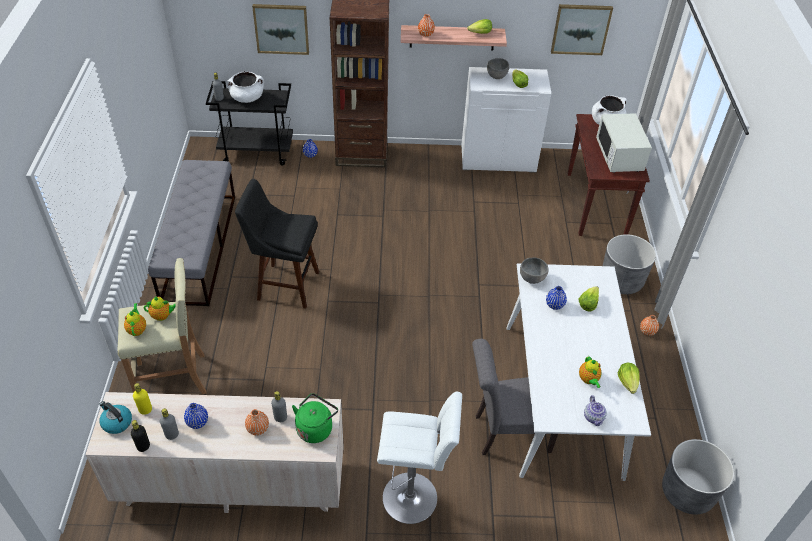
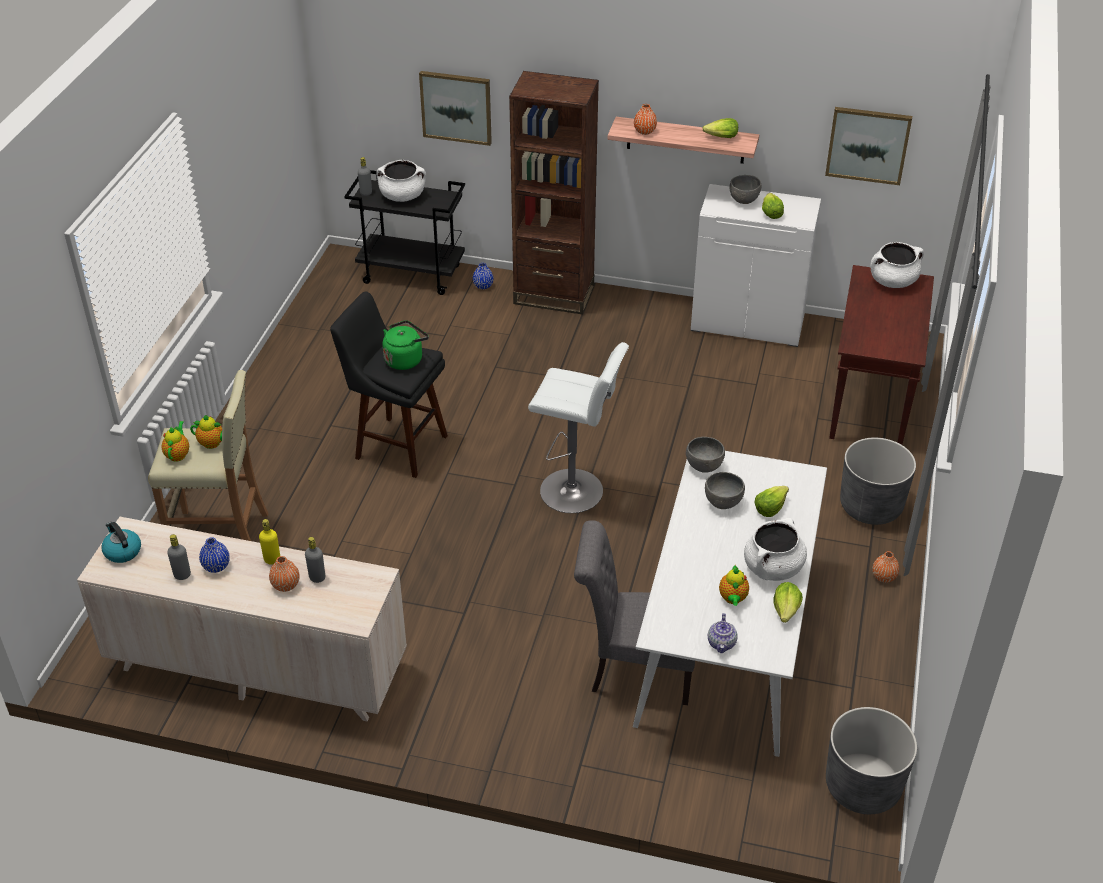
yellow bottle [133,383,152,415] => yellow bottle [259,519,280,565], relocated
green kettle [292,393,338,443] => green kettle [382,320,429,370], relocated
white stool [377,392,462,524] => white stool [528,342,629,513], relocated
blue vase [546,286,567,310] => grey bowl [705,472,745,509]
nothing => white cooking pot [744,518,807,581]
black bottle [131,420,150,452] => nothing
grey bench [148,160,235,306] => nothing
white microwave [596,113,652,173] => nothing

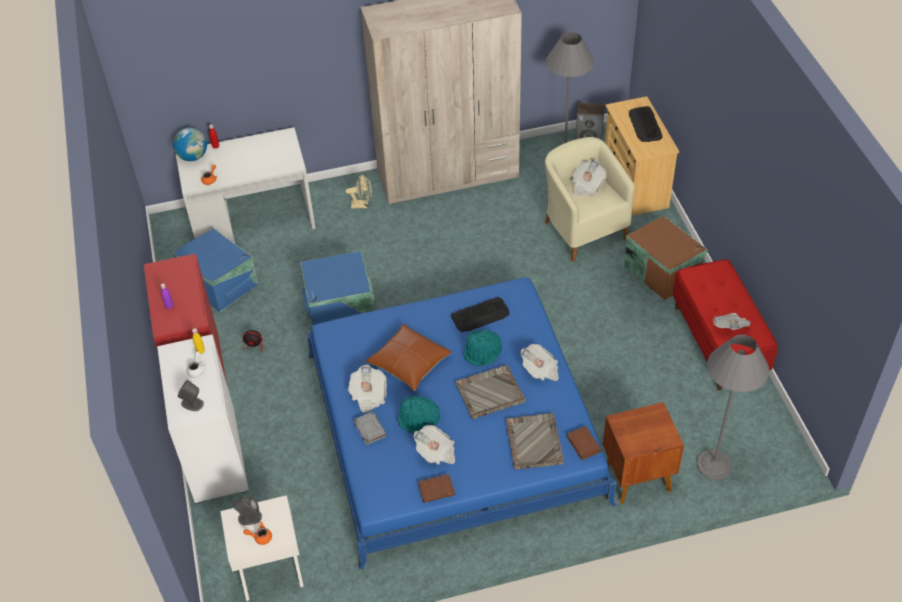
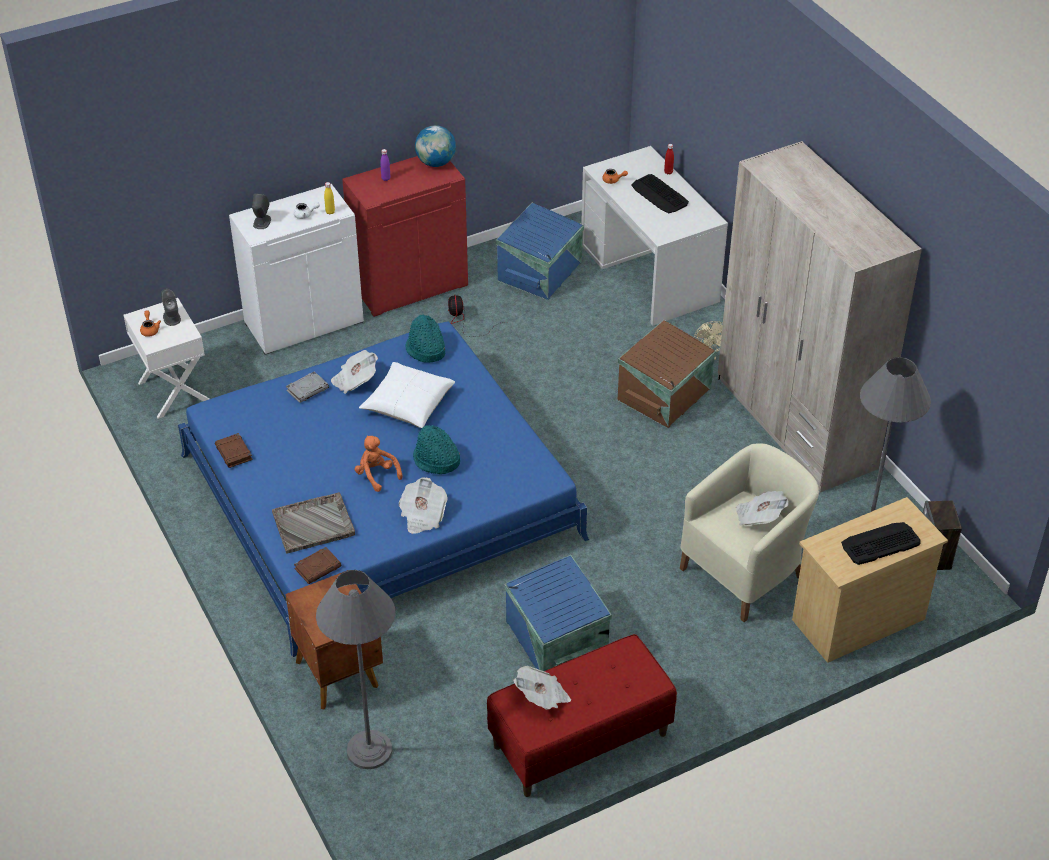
grey tray [455,365,526,419] => orange plush toy [355,435,402,492]
brown pillow [366,324,452,391] => white pillow [359,362,455,428]
turquoise hat [398,395,440,433] => turquoise hat [405,315,445,363], relocated
globe [173,127,207,161] => globe [415,125,456,167], relocated
blue storage box [300,251,375,325] => blue storage box [504,555,612,671], relocated
brown storage box [624,216,708,301] => brown storage box [617,320,716,428], relocated
keyboard [451,297,509,332] => keyboard [631,174,689,213], relocated
newspaper [414,425,455,465] => nothing

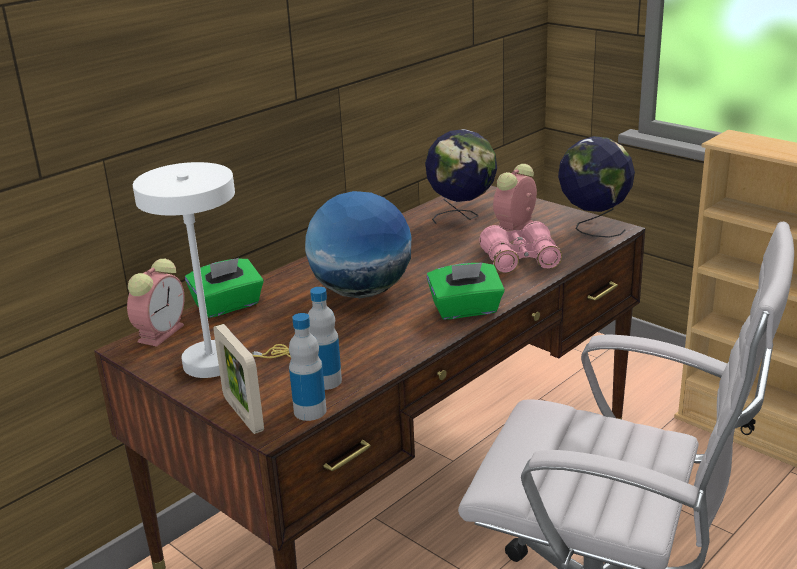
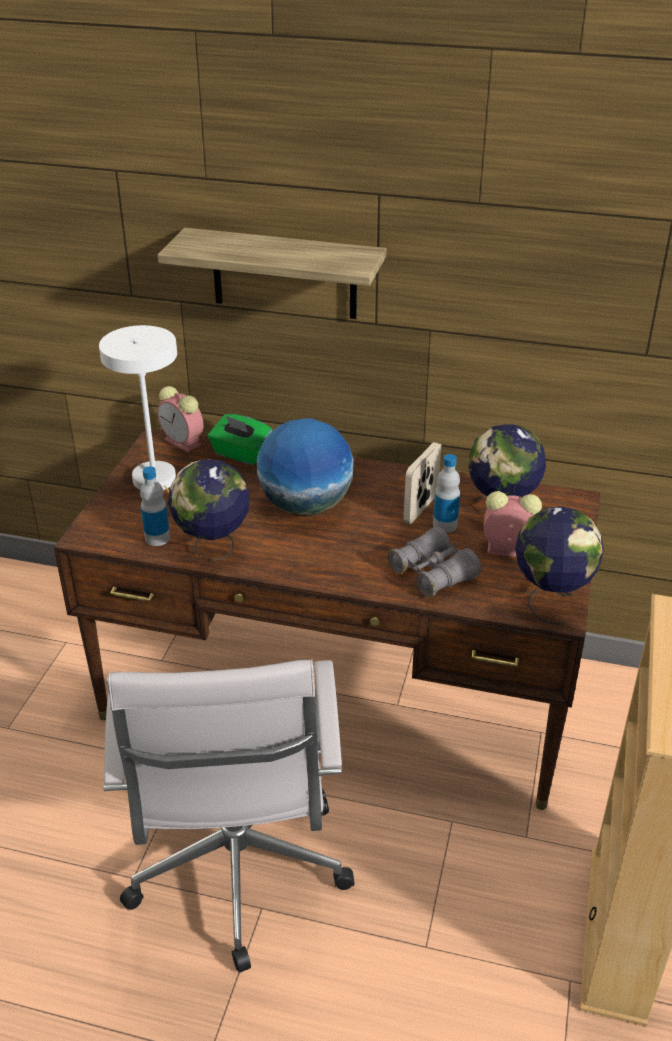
nothing => shelf [157,228,387,319]
alarm clock [127,259,185,347] => alarm clock [157,386,203,453], 45 degrees clockwise
nothing => globe [168,459,250,561]
pink binoculars [480,221,562,273] => grey binoculars [388,527,481,597]
picture frame [214,324,264,434] => picture frame [404,442,441,524], relocated
bottle [289,313,326,421] => bottle [433,454,460,533], relocated
green tissue box [427,263,505,320] => nothing

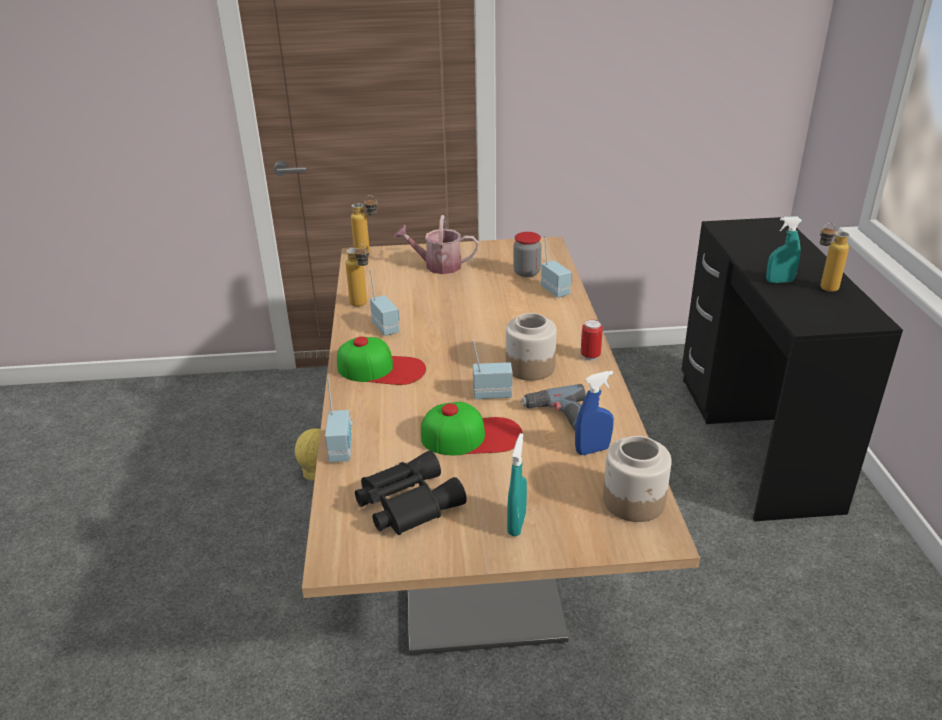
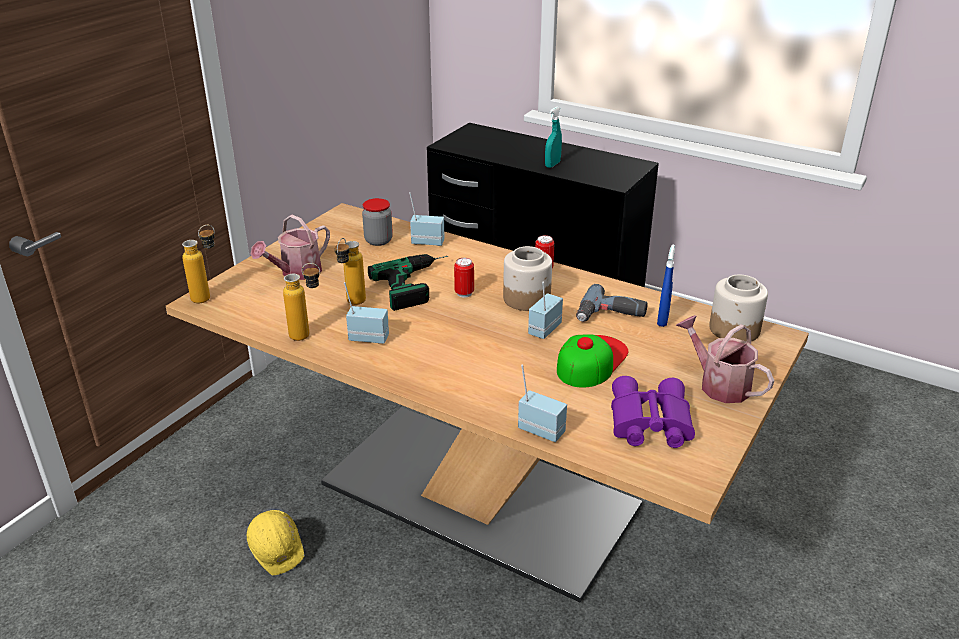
bottle [820,223,850,292] => bottle [334,238,366,305], relocated
nothing => power drill [368,254,448,311]
nothing => can [454,258,474,298]
black binoculars [355,451,467,535] => purple binoculars [611,376,695,448]
turquoise spray bottle [507,433,527,536] => watering can [676,315,774,403]
cap [337,336,426,385] => nothing

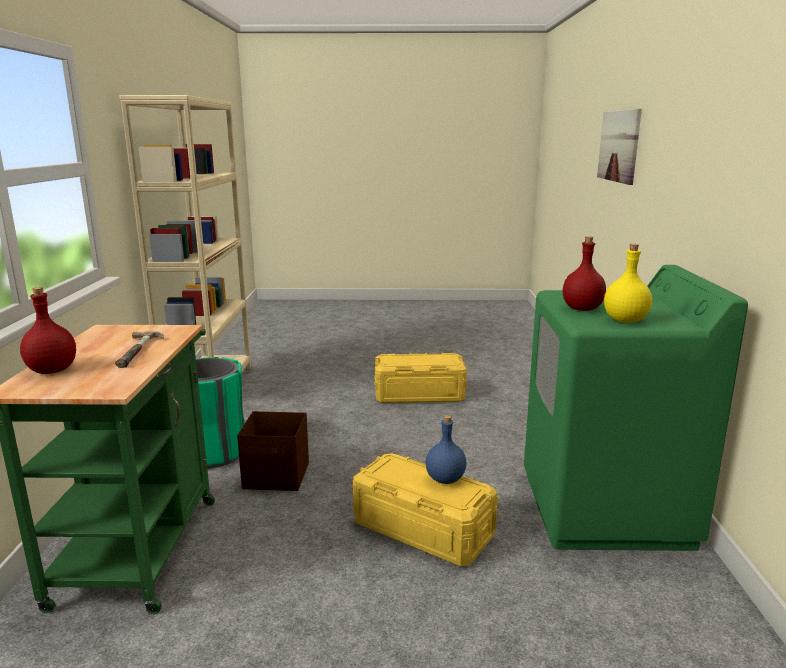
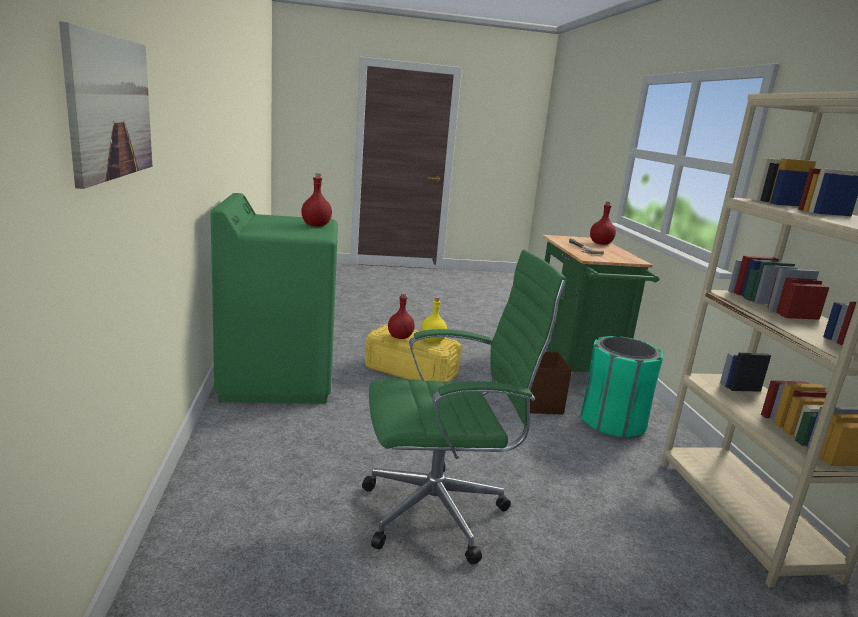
yellow storage box [374,353,467,403] => green office chair [362,250,567,565]
blue bottle [426,415,467,484] => red bottle [388,293,415,339]
yellow bottle [604,244,652,323] => yellow bottle [421,297,447,343], relocated

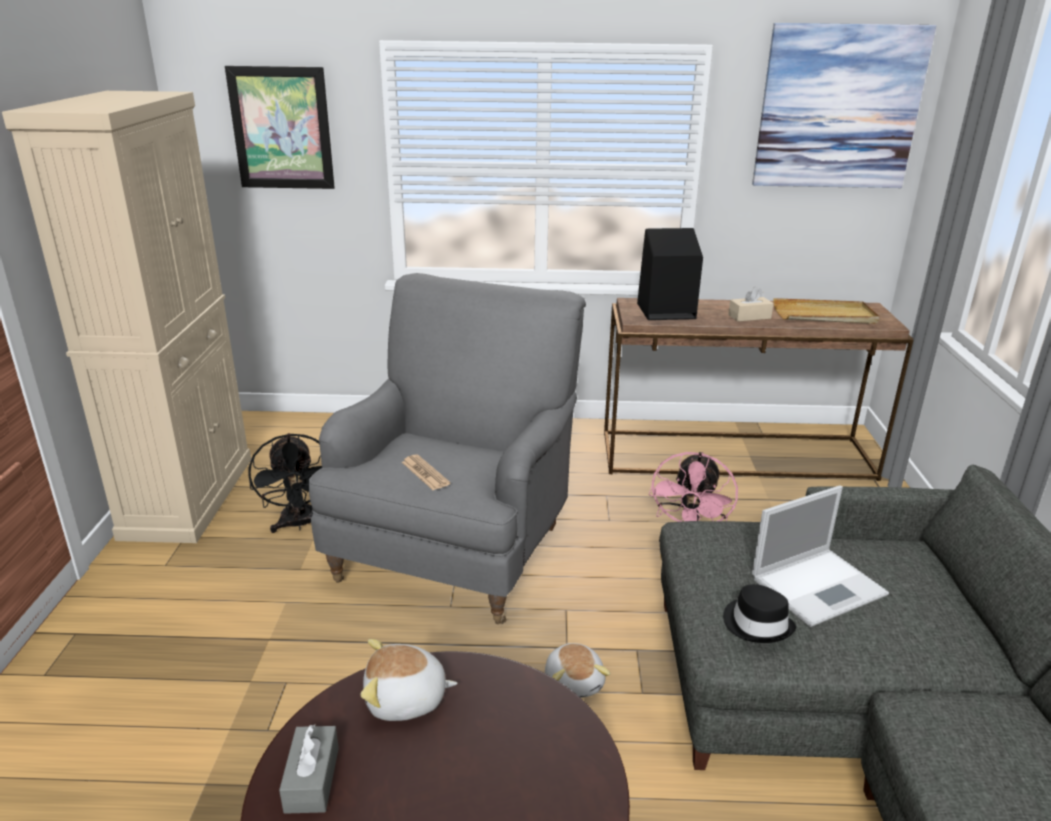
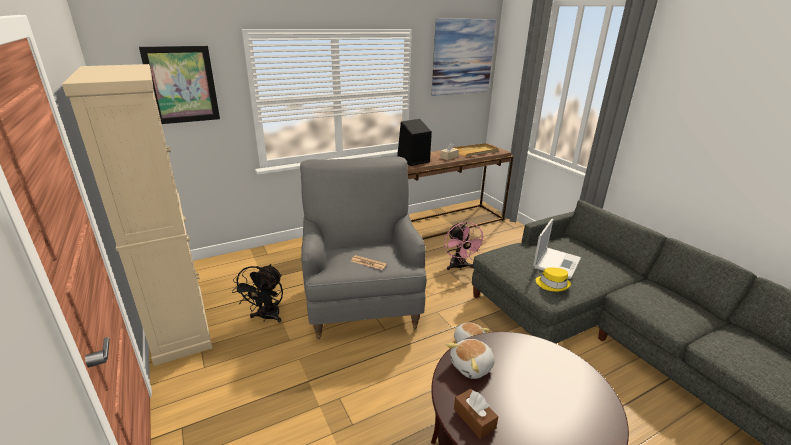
black fan [248,433,322,533] => black fan [232,264,283,323], 60 degrees clockwise
grey tissue box [279,724,339,814] => brown tissue box [454,389,498,439]
black hat [723,584,796,643] => yellow hat [536,267,571,292]

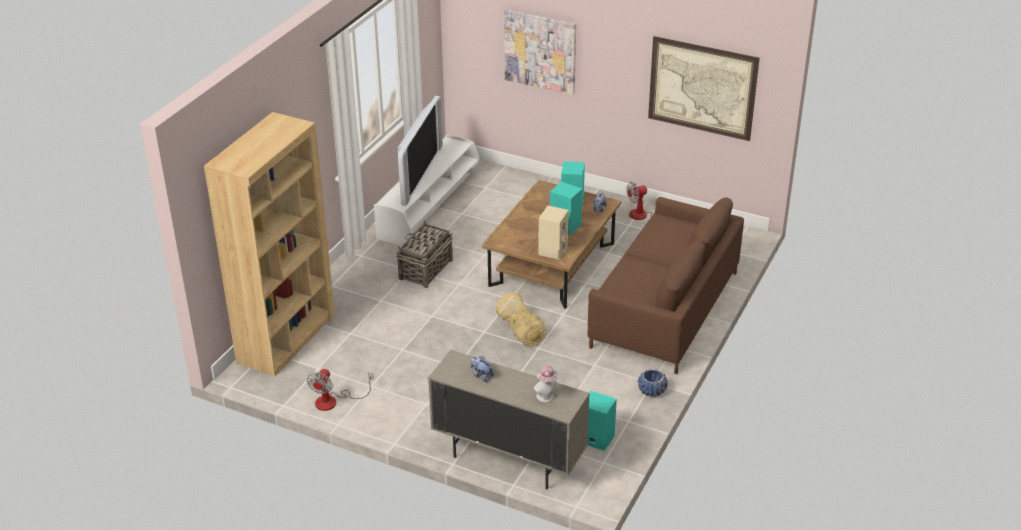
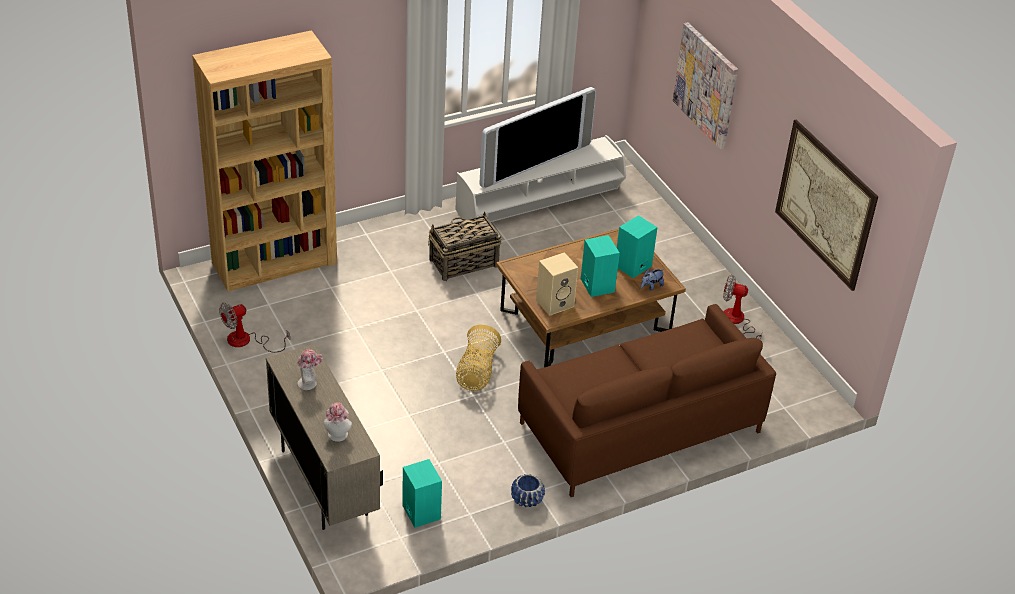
plush toy [470,356,494,382] => hat [297,349,323,390]

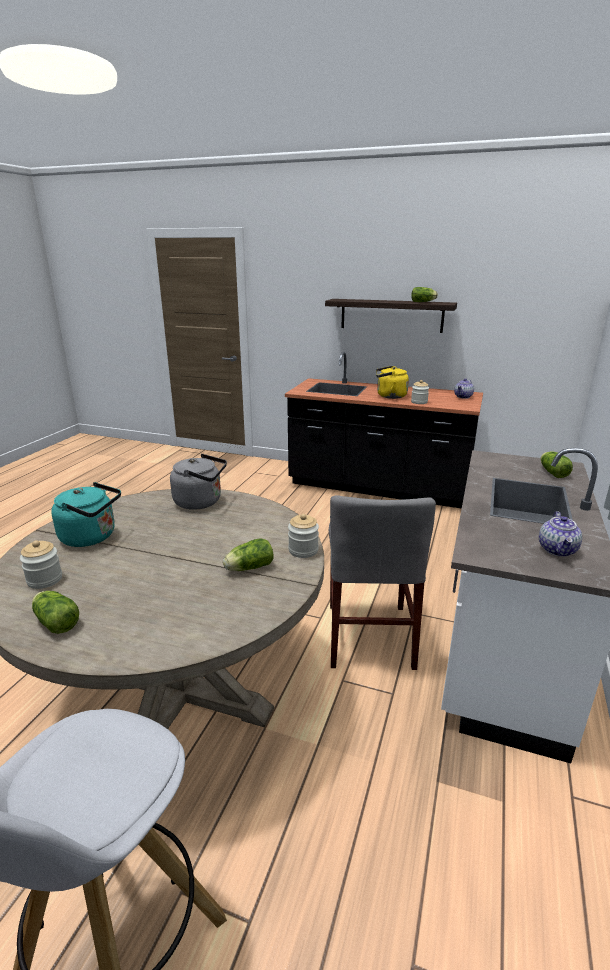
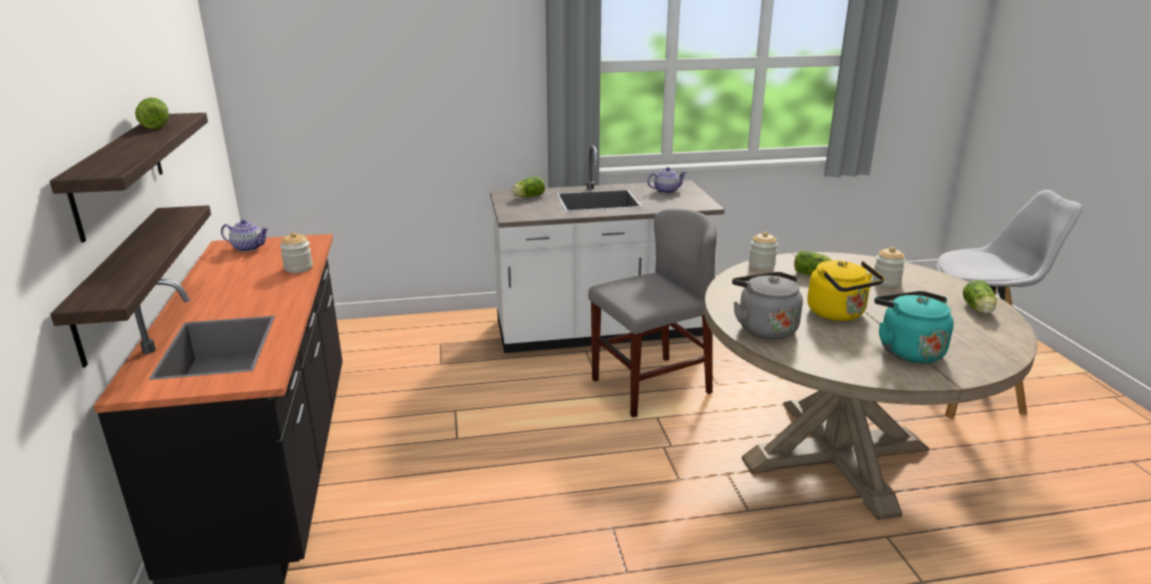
nothing => shelf [50,205,211,367]
yellow kettle [376,366,409,399] => yellow kettle [807,261,884,321], relocated
jar [20,540,62,589] => jar [873,247,906,287], relocated

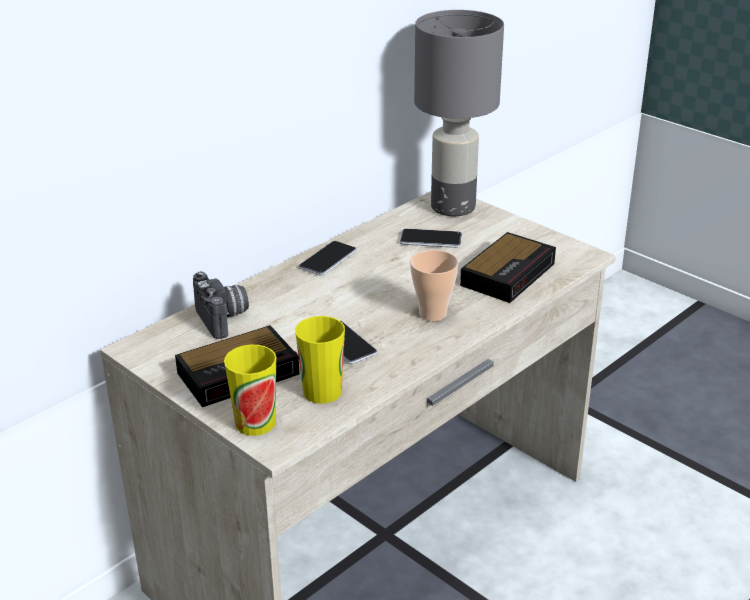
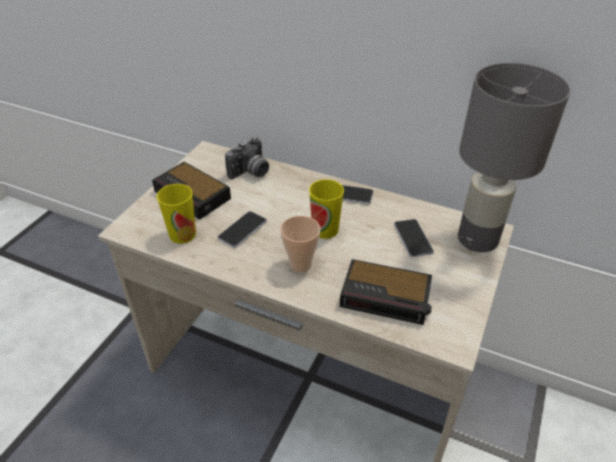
cup [224,345,277,436] => cup [309,179,344,239], relocated

